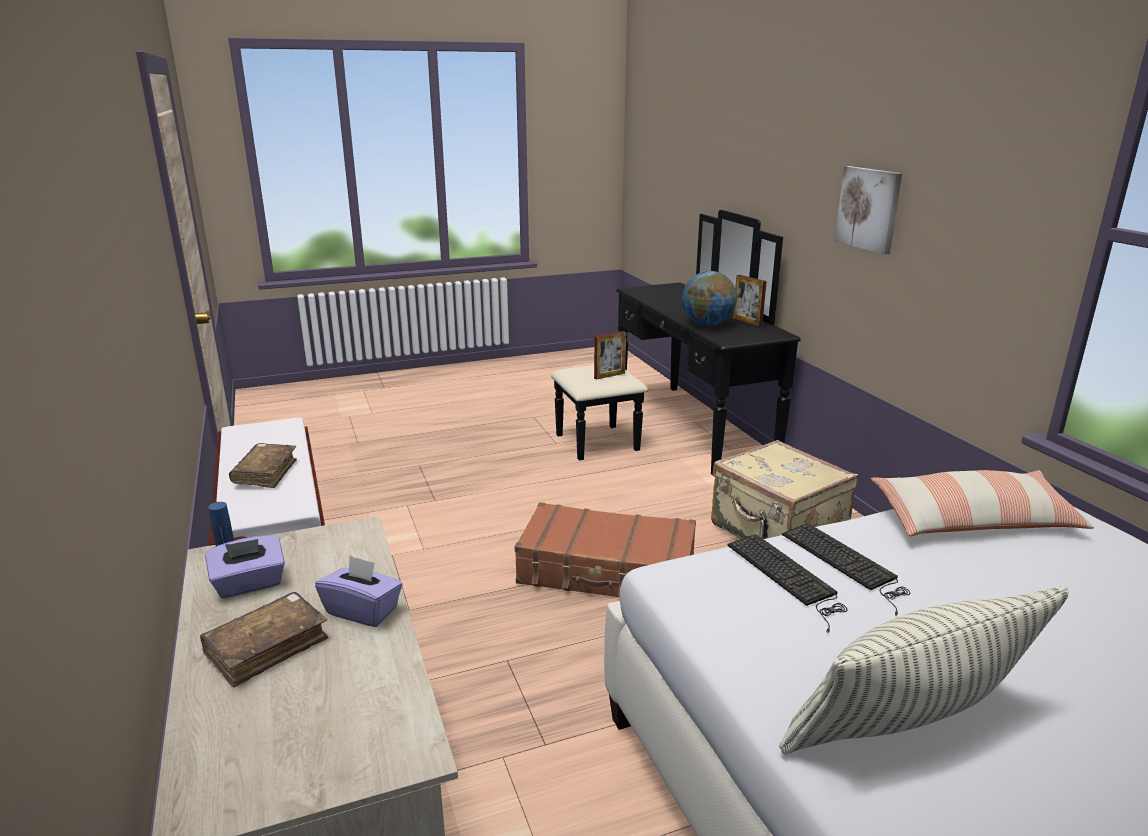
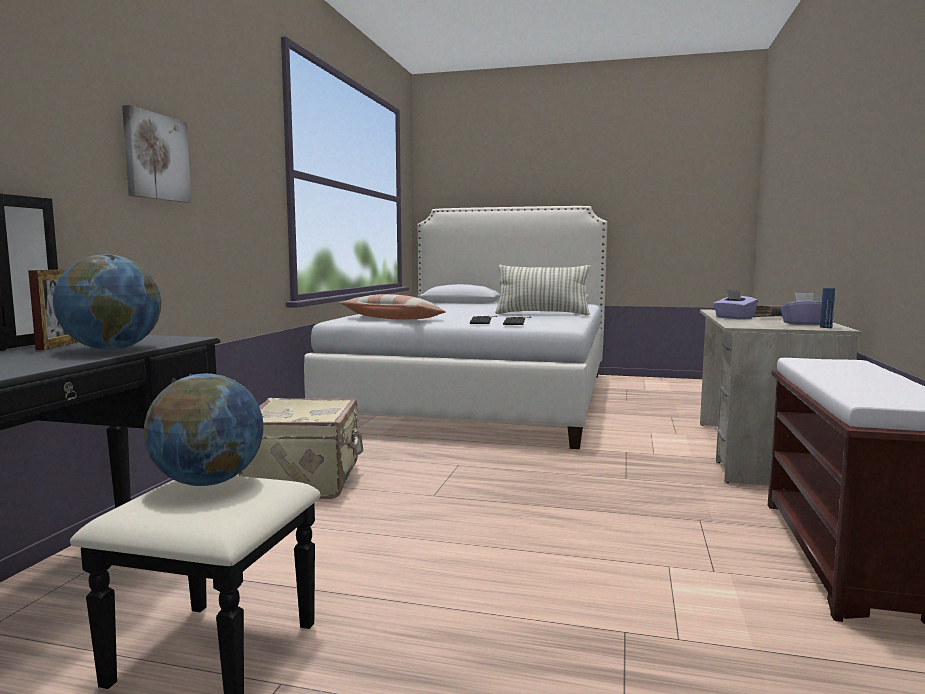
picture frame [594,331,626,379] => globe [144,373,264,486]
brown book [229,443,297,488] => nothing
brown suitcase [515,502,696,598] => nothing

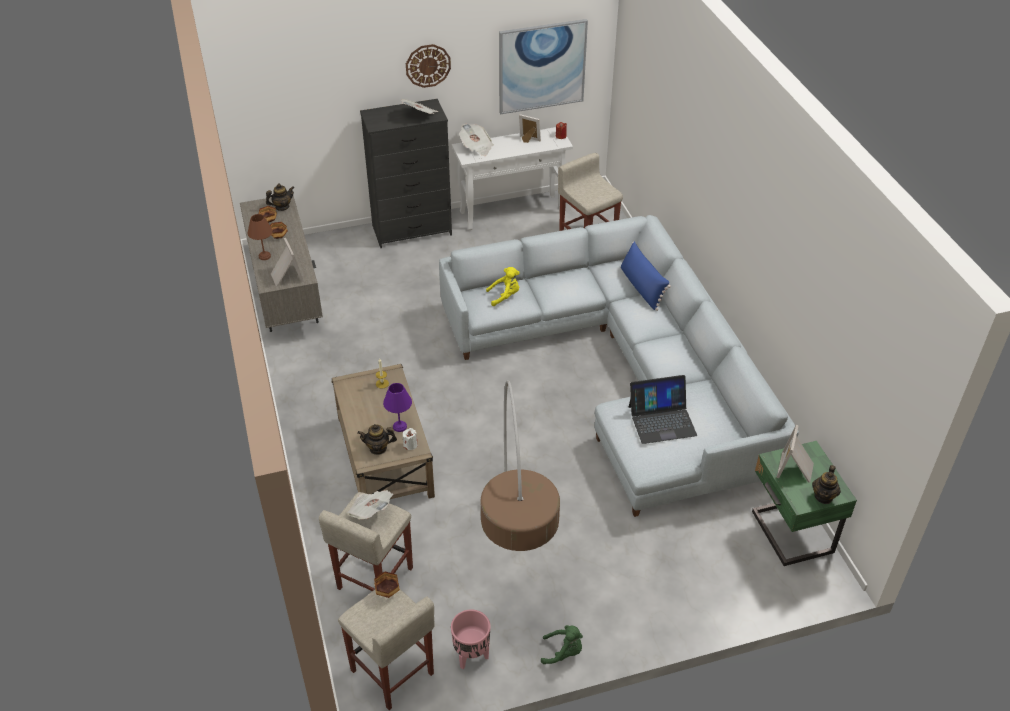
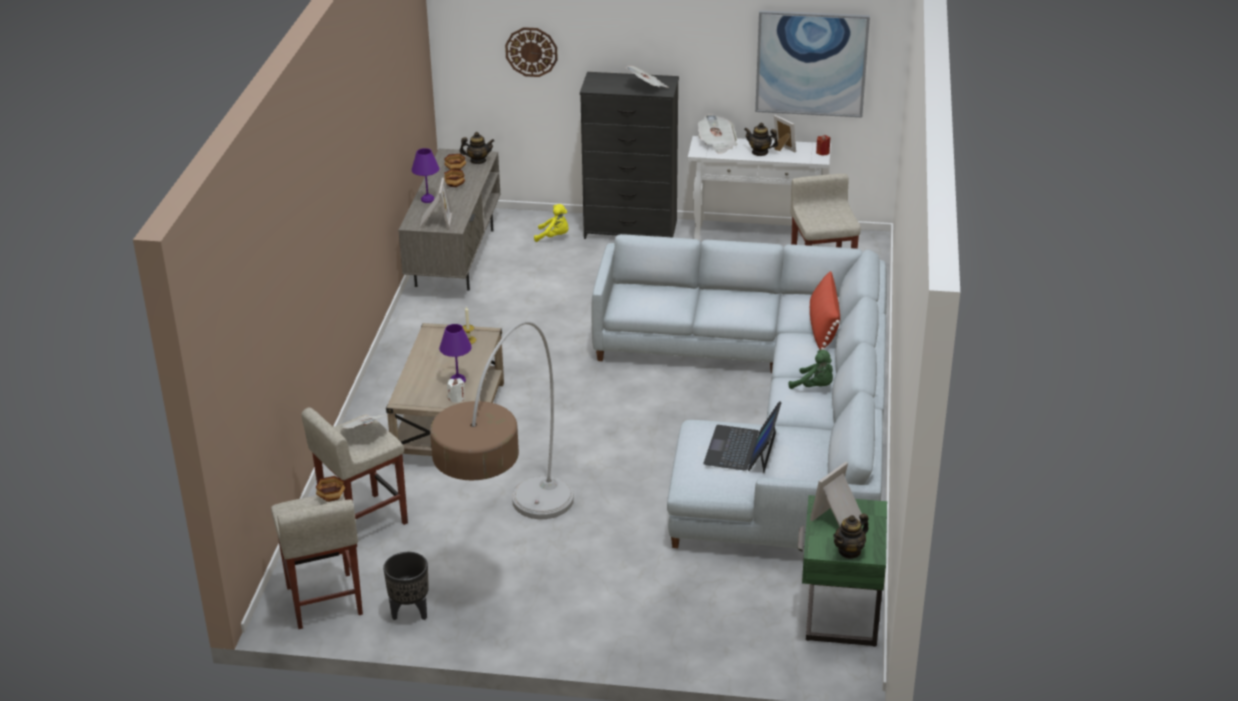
pink planter [451,609,490,669] => black planter [383,552,429,620]
brown table lamp [247,214,273,260] => purple table lamp [412,148,439,203]
wall clock [406,44,451,88] => wall clock [505,27,558,77], relocated
yellow plush toy [486,267,520,306] => yellow plush toy [534,204,569,242], relocated
laptop [629,375,697,444] => laptop [703,401,782,473], 90 degrees clockwise
teapot [357,424,397,455] => teapot [744,122,779,156], relocated
green plush toy [541,625,583,664] => green plush toy [789,350,833,389], relocated
blue pillow [621,241,671,311] => red pillow [810,271,840,350]

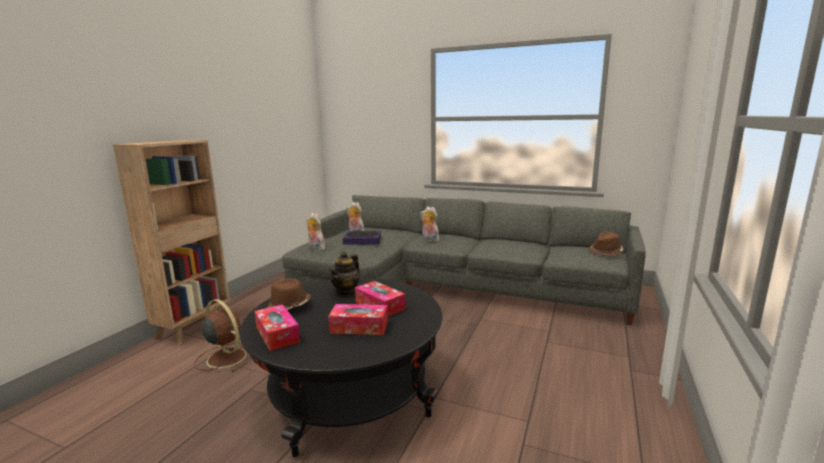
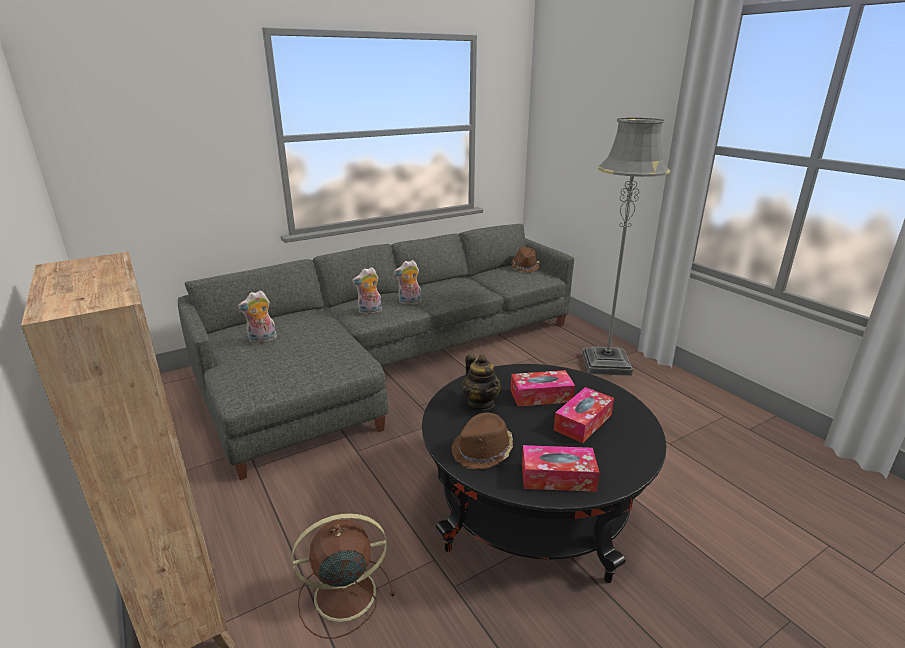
plush toy [307,213,325,251] => plush toy [394,260,421,305], relocated
nothing => grey floor lamp [582,118,670,376]
book [343,230,381,245] => nothing

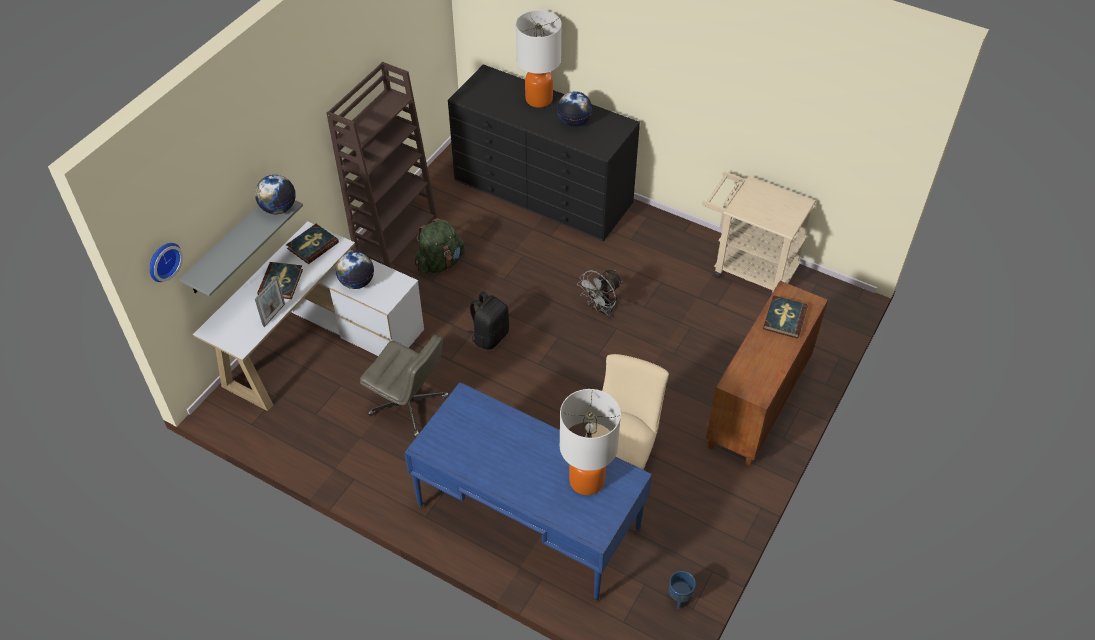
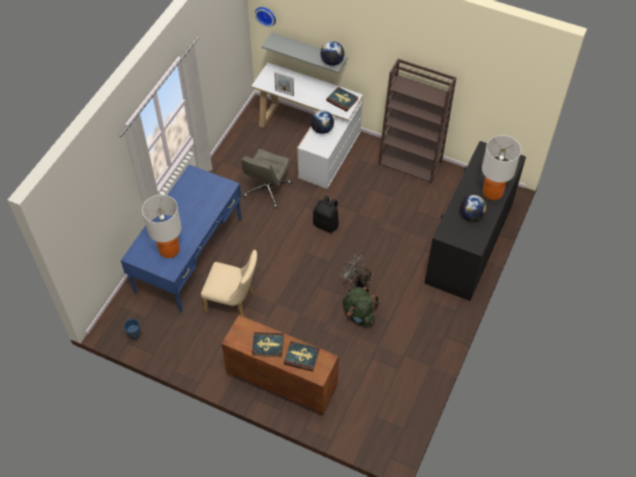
book [257,262,303,299] => book [252,332,284,357], relocated
green backpack [415,218,465,274] => green backpack [343,287,380,328], relocated
beige cart [702,172,816,298] => nothing

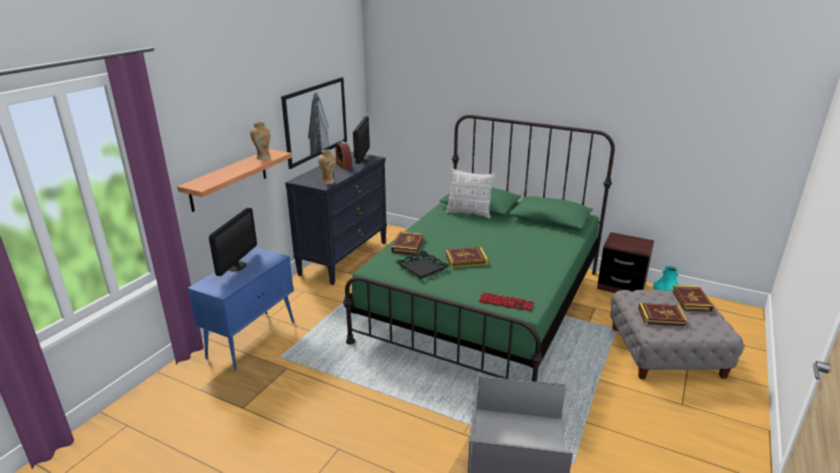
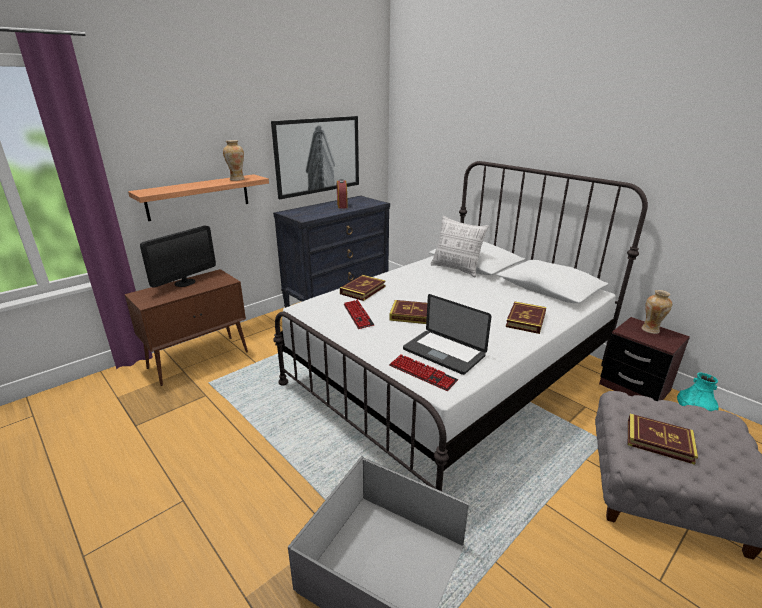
blue cabinet [188,247,294,370] => brown cabinet [125,269,248,386]
green bed [343,115,615,382] => white bed [273,161,648,491]
black tray [395,251,450,279] => keyboard [344,299,374,329]
nothing => laptop [403,294,492,375]
book [672,285,714,312] => book [506,302,546,334], relocated
vase [318,149,336,184] => vase [641,290,672,334], relocated
monitor [353,116,370,164] => nothing

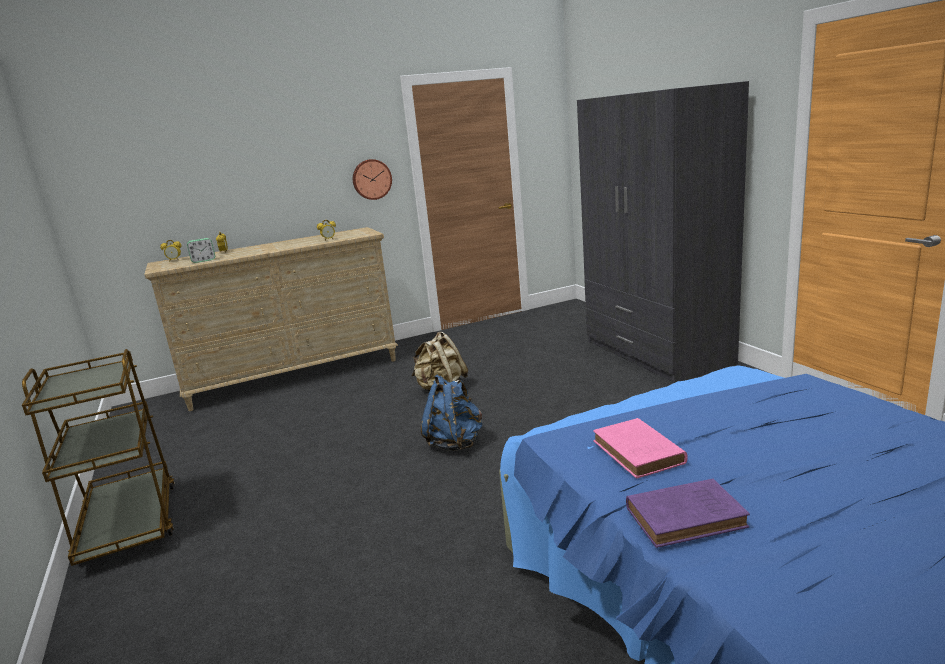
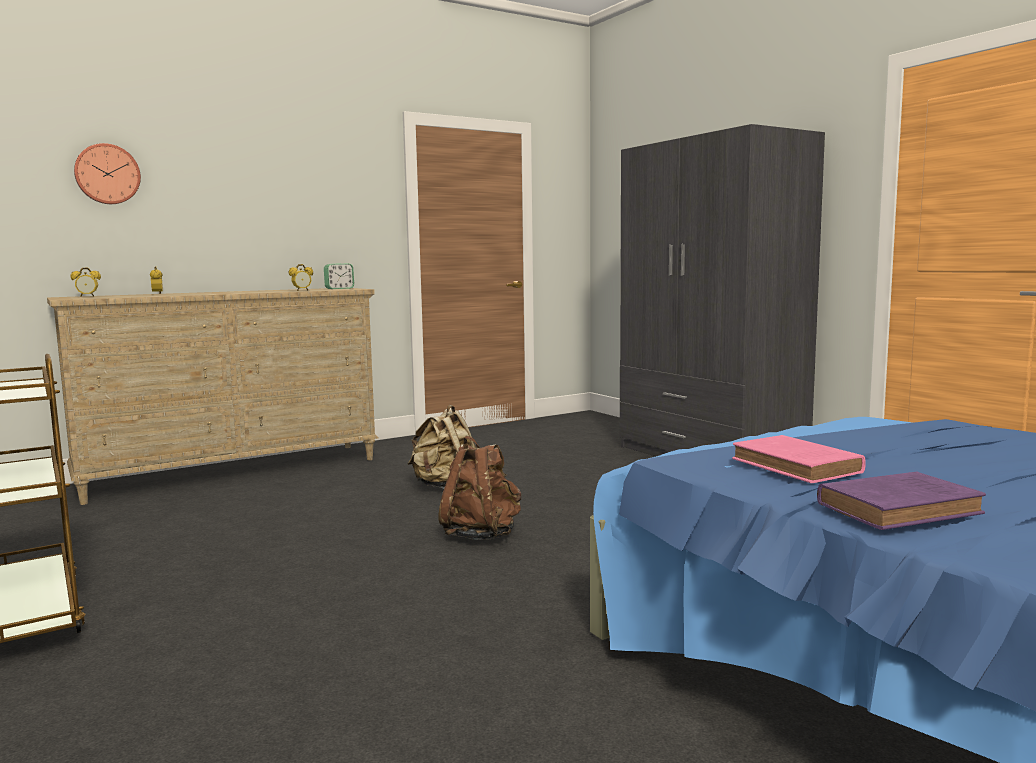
wall clock [353,159,392,200] => wall clock [74,143,141,204], relocated
alarm clock [187,238,215,263] => alarm clock [324,263,354,289], relocated
blue backpack [421,375,482,451] => brown backpack [438,436,521,540]

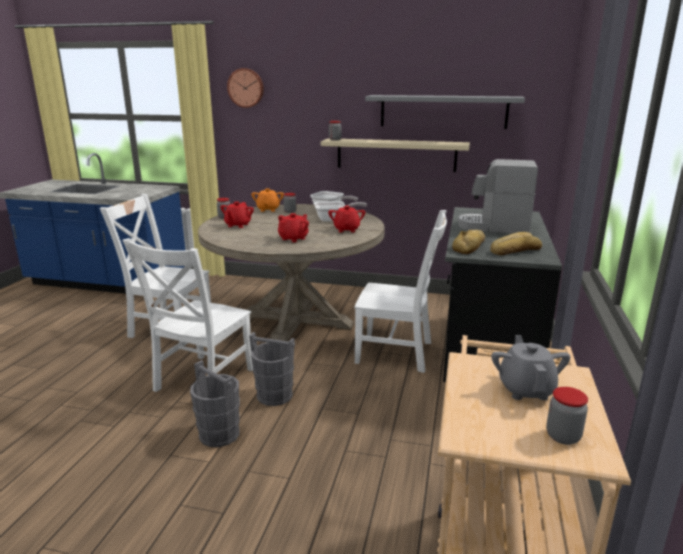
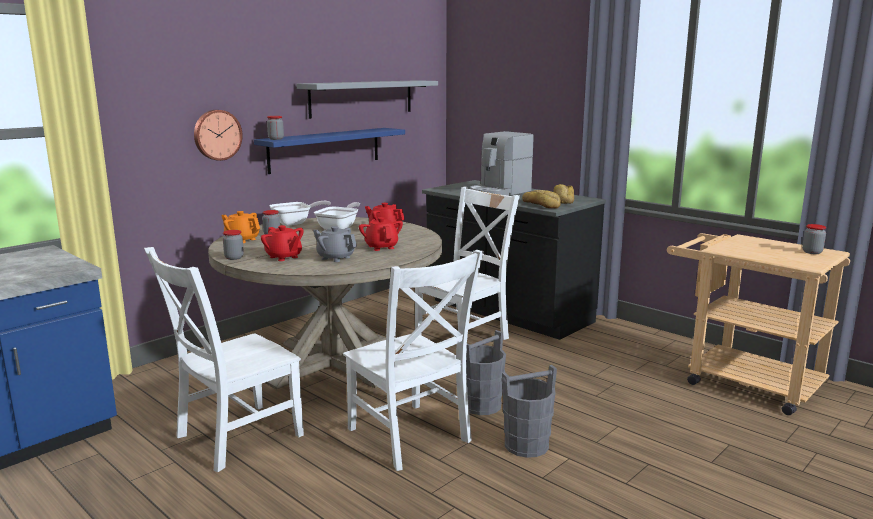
wall clock [227,68,264,108] => wall clock [194,110,243,161], relocated
beige shelf [321,138,470,172] => blue shelf [254,128,405,174]
grey teapot [491,335,570,400] => grey teapot [313,226,357,262], relocated

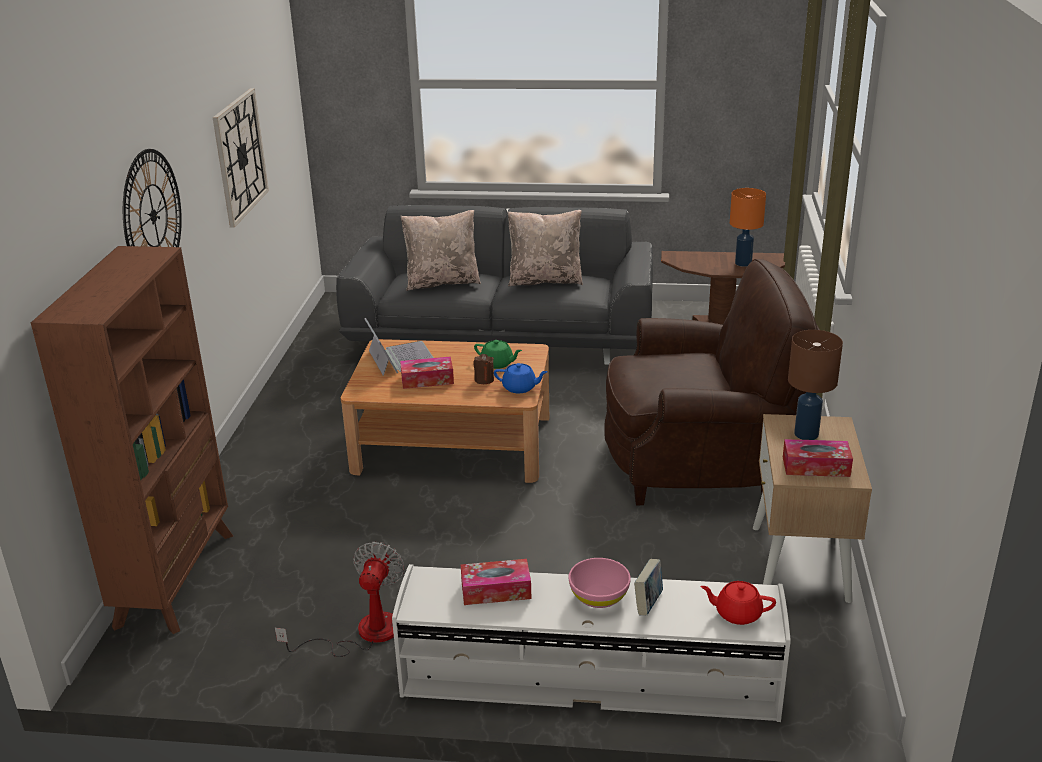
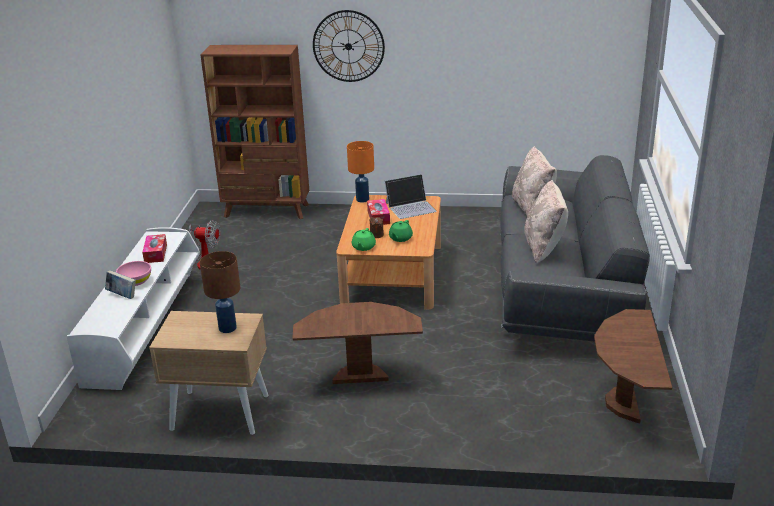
brown armchair [604,259,820,505] => brown side table [293,302,423,384]
orange table lamp [730,188,766,267] => orange table lamp [347,141,374,202], relocated
blue teapot [494,363,548,393] => green teapot [352,228,376,251]
wall clock [213,88,269,227] => nothing
red teapot [700,581,776,625] => nothing
tissue box [783,439,853,477] => nothing

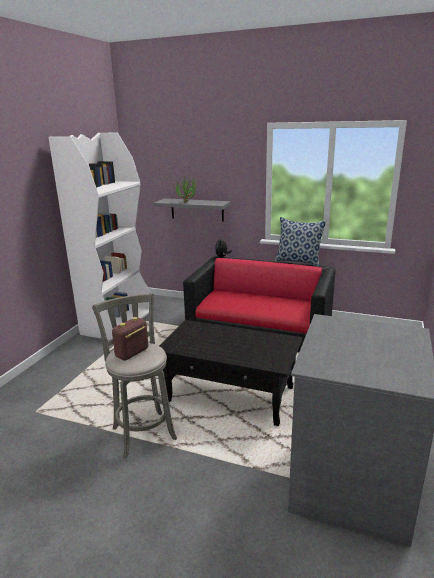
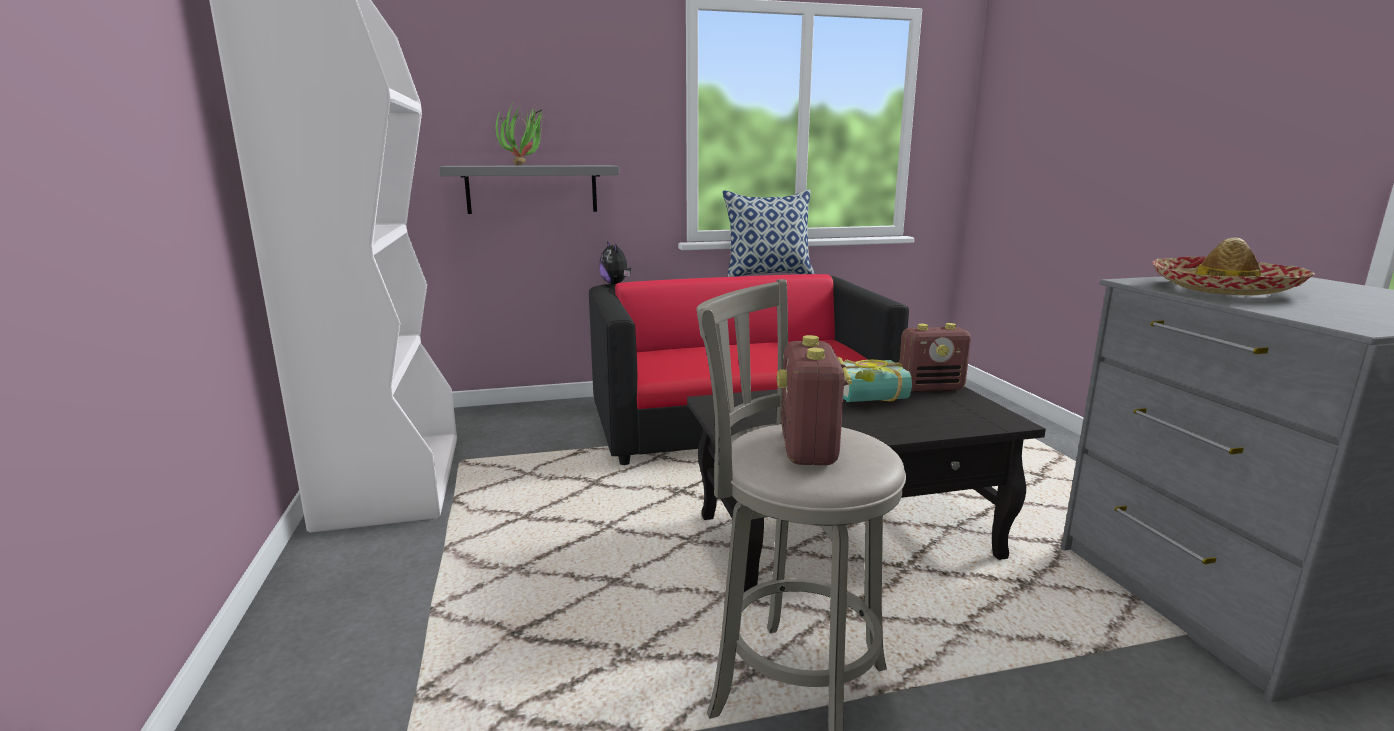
nothing => book [843,360,912,402]
nothing => radio [899,323,971,392]
nothing => hat [1152,238,1315,295]

